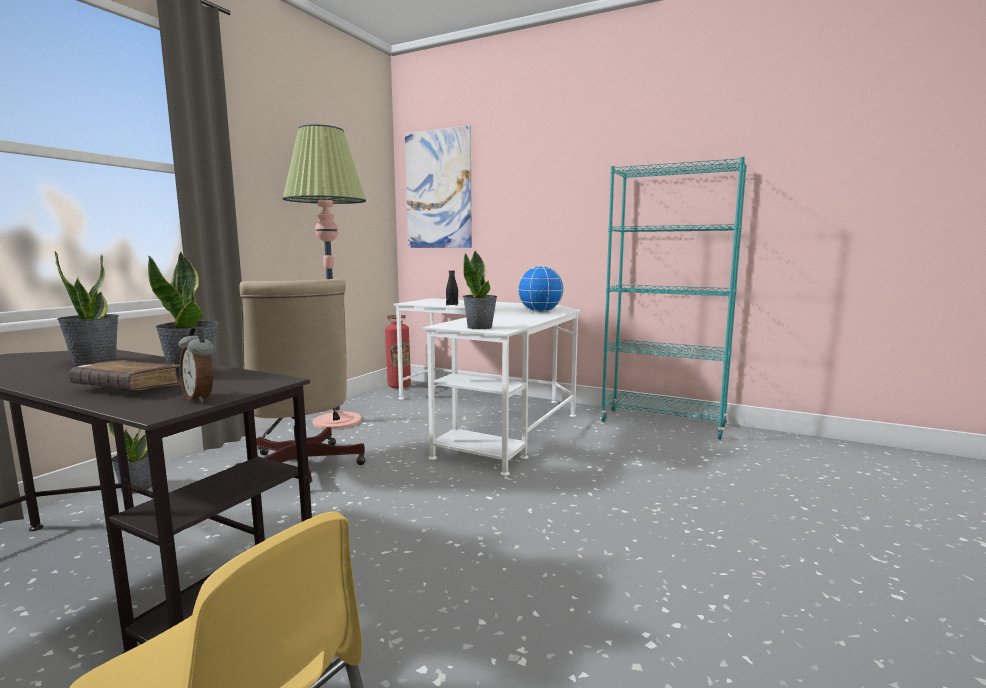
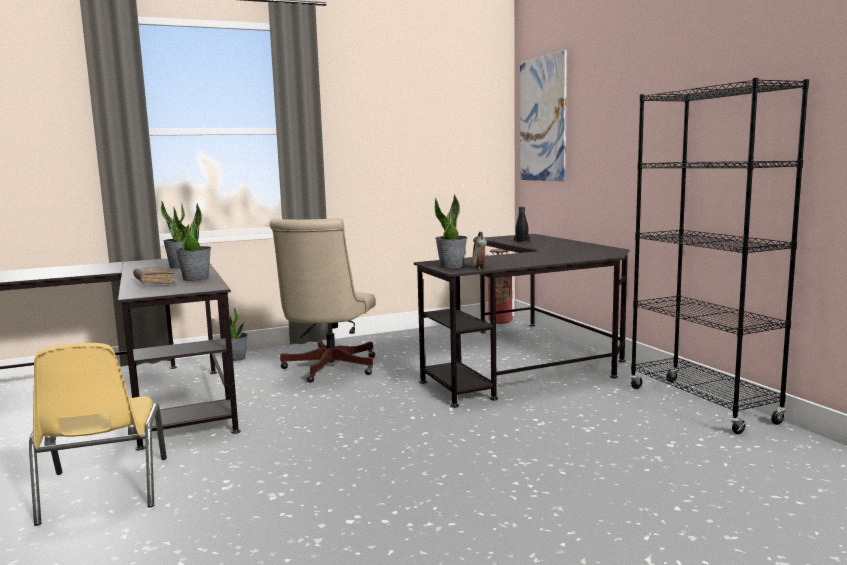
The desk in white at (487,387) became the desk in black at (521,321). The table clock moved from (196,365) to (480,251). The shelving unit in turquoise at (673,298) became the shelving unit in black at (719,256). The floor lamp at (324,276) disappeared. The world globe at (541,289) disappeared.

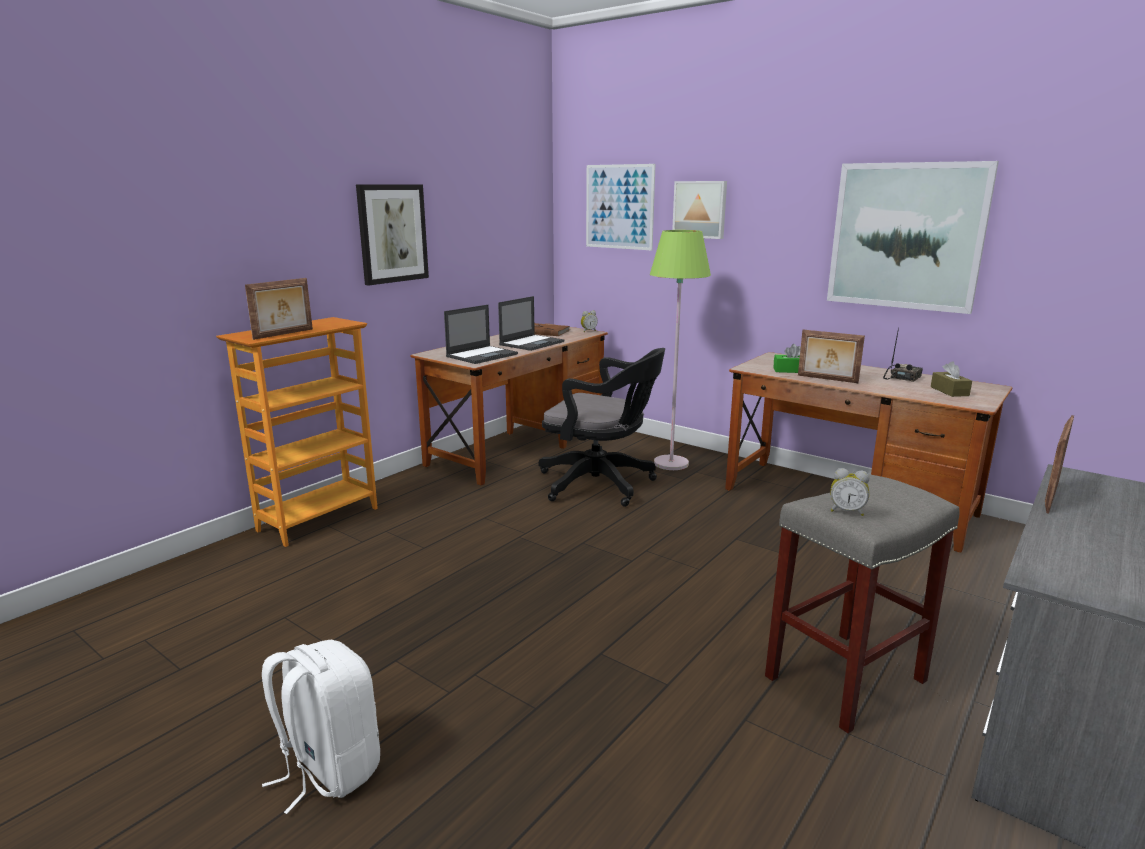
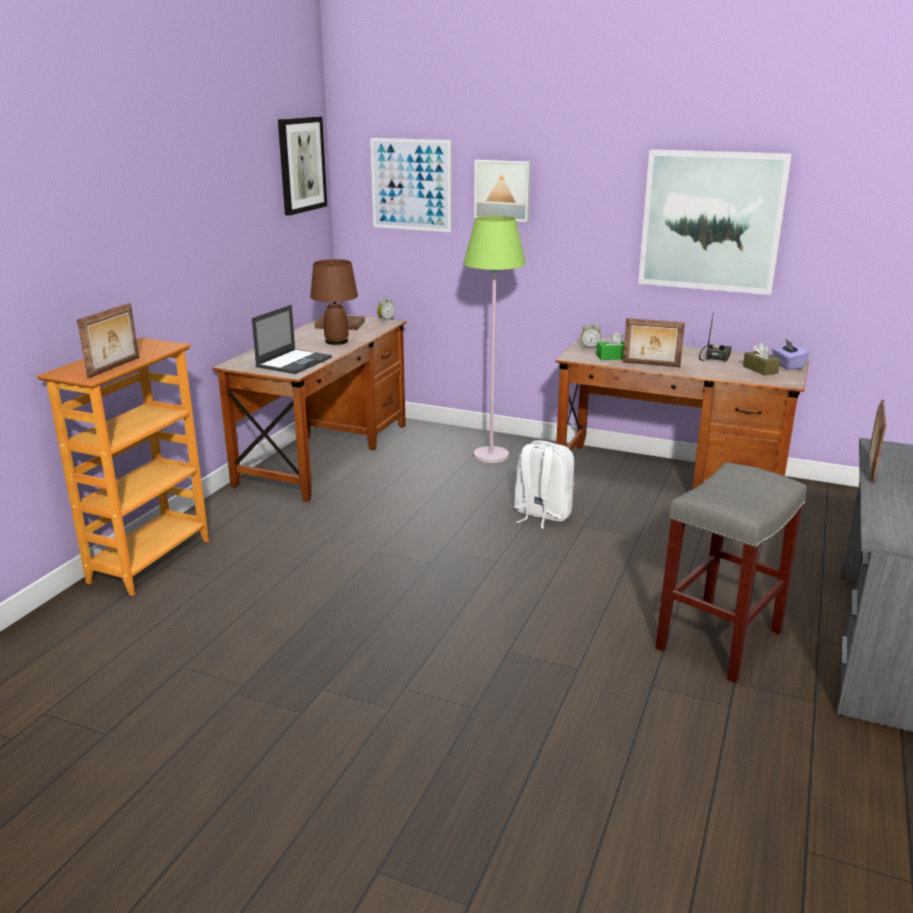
The picture moved from (392,235) to (302,166). The laptop at (531,323) was replaced by the tabletop lamp in brown-coloured at (334,302). The knapsack in white moved from (321,727) to (544,484). The table clock moved from (850,492) to (591,336). The box of tissues in purple-coloured at (790,354) appeared. The computer chair in black at (602,427) disappeared.

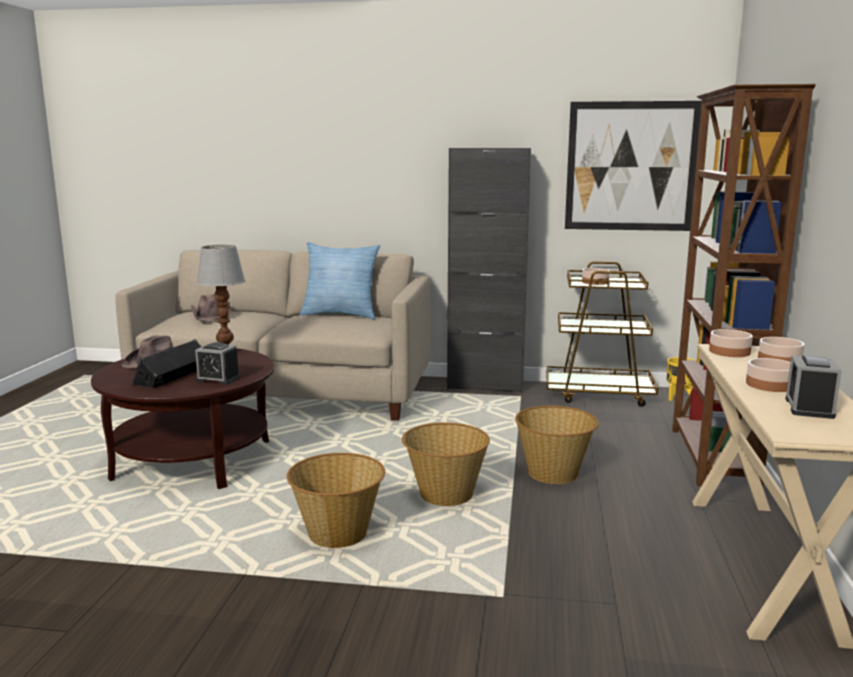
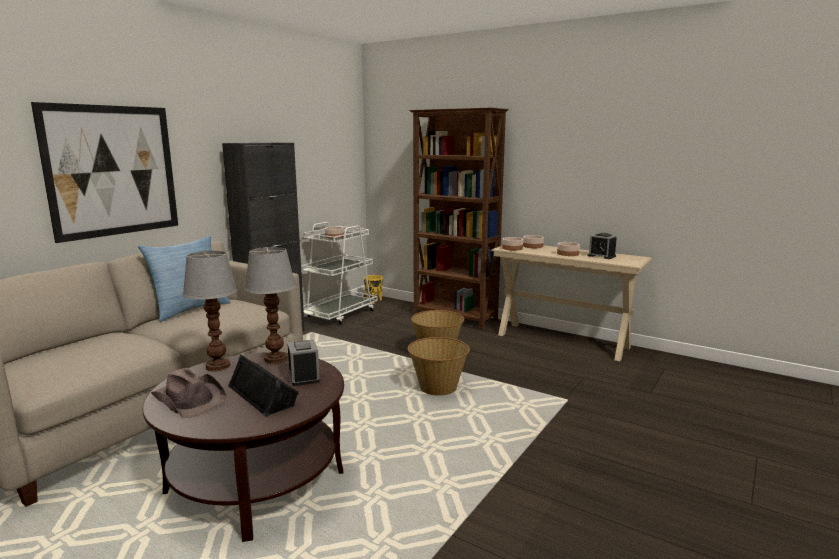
The picture moved from (633,166) to (104,172). The tabletop lamp at (270,305) appeared. The table clock at (217,363) turned 60 degrees counterclockwise. The trolley in brown-coloured at (602,334) became the trolley in white at (339,273). The wearable hat in brown-coloured at (211,307) disappeared. The basket at (335,500) disappeared.

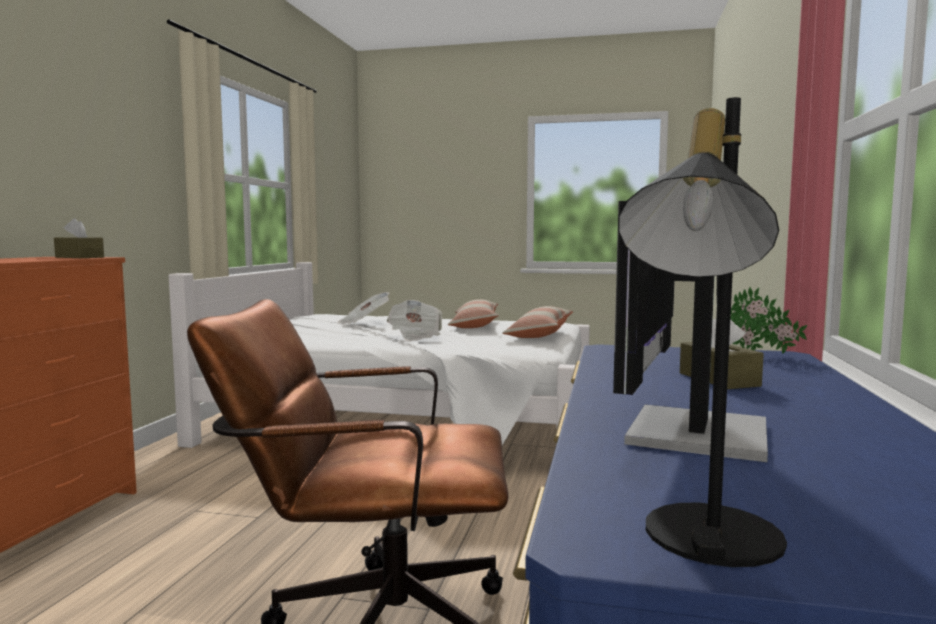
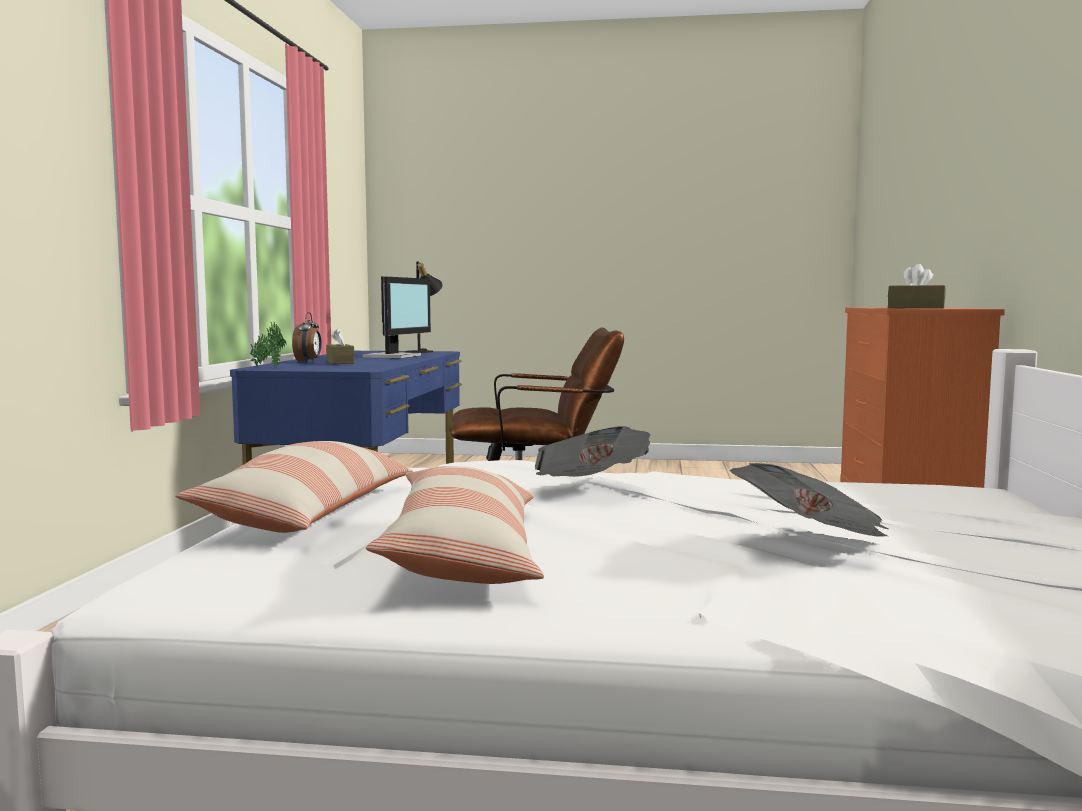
The table clock at (307,337) appeared.

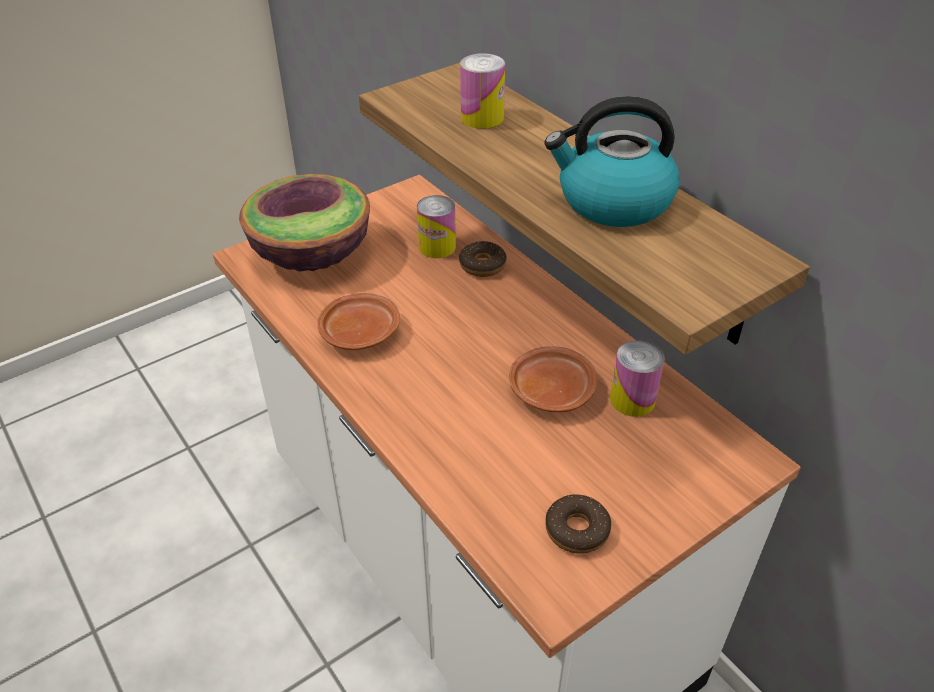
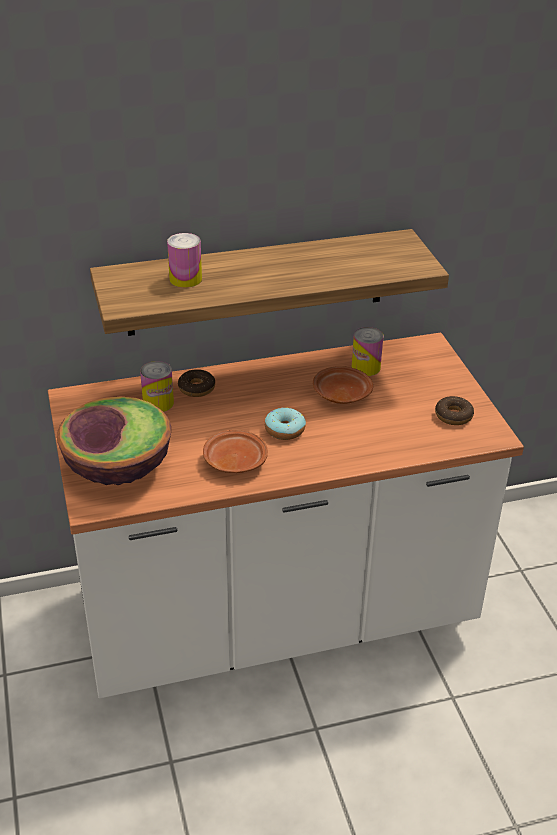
The donut at (285,423) appeared. The kettle at (611,161) disappeared.

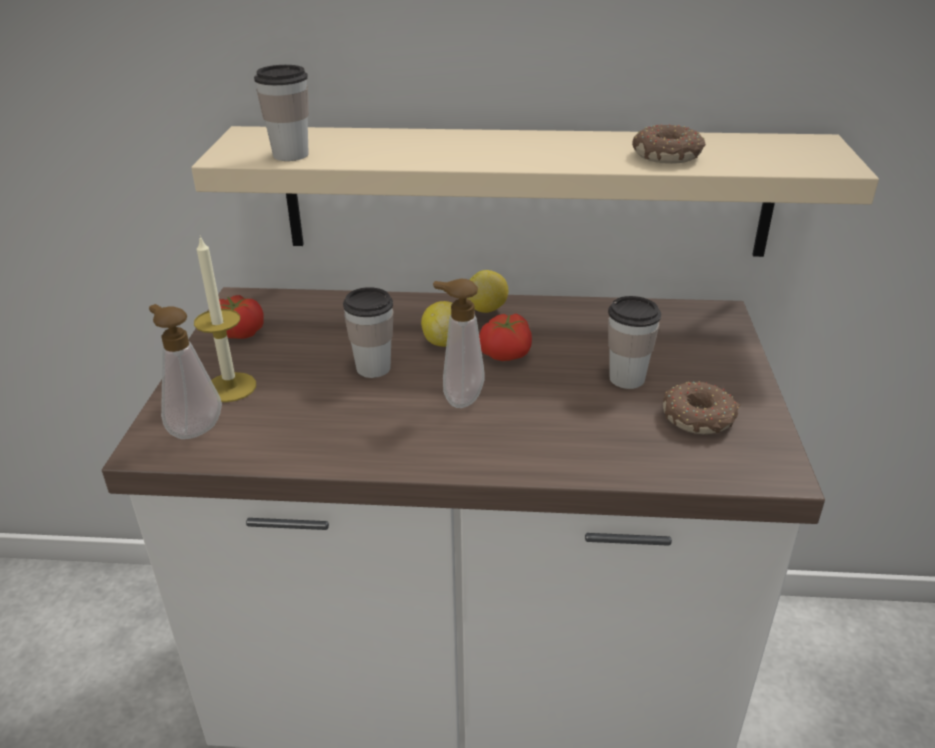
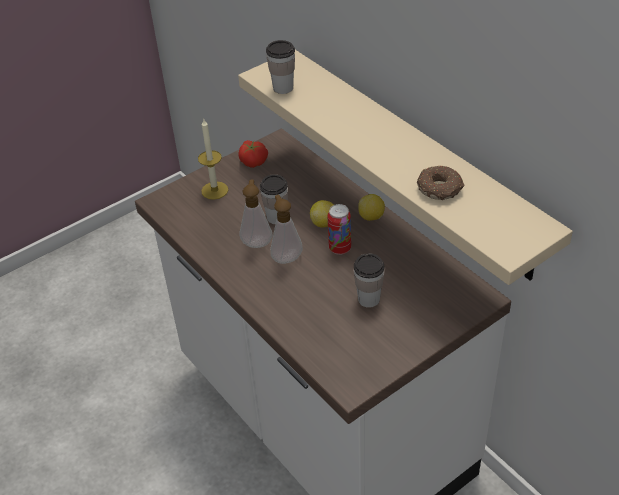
The soap bottle moved from (185,371) to (256,214). The tomato at (505,337) was replaced by the sealed can at (339,229). The donut at (701,408) disappeared.

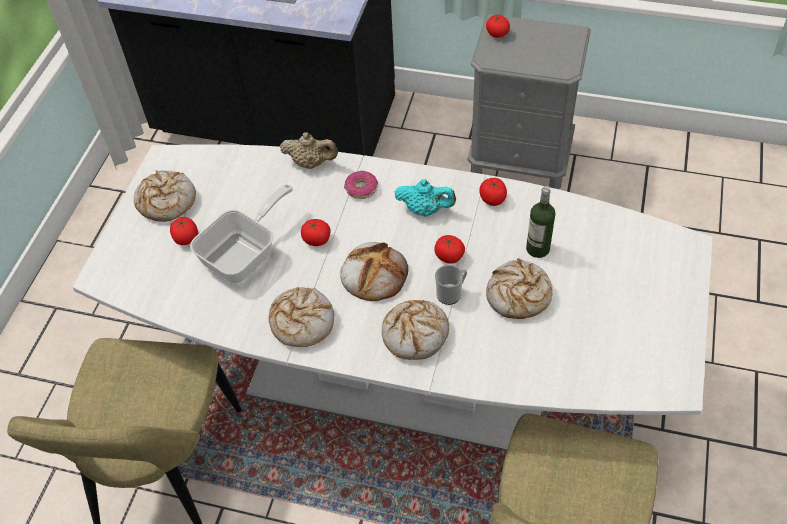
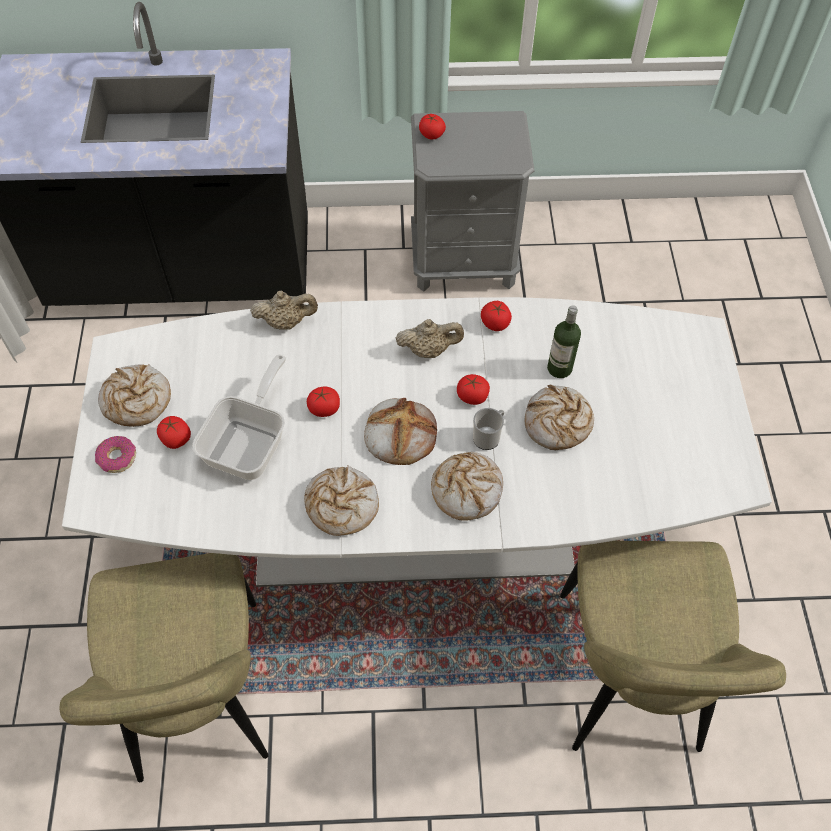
The donut moved from (361,185) to (115,454). The teapot in turquoise at (425,198) became the teapot in beige-coloured at (430,338).

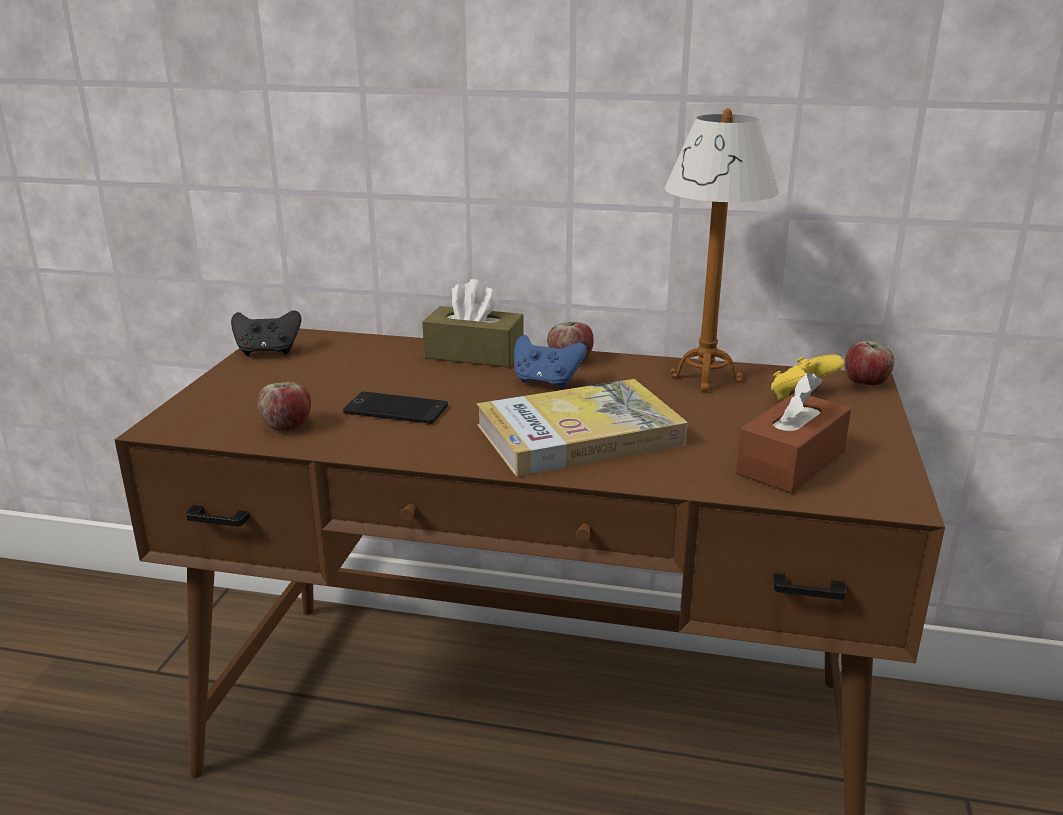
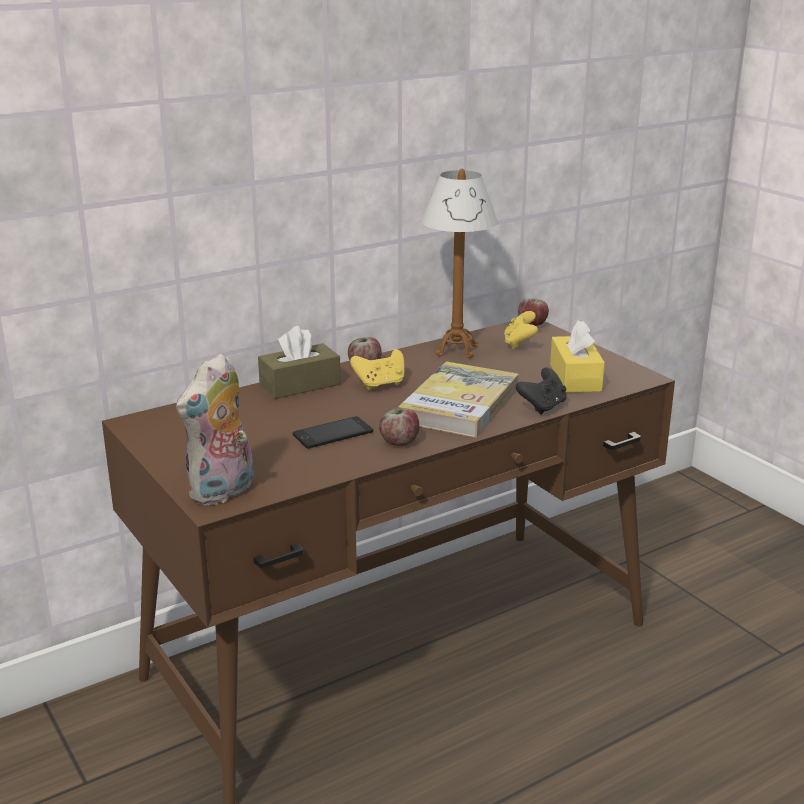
The soft toy at (215,429) appeared. The joypad in bluish at (550,362) became the joypad in yellow-coloured at (377,369). The whole apple moved from (284,407) to (399,427). The joypad in black moved from (266,333) to (541,391). The box of tissues in brown-coloured at (793,433) became the box of tissues in yellow-coloured at (577,356).

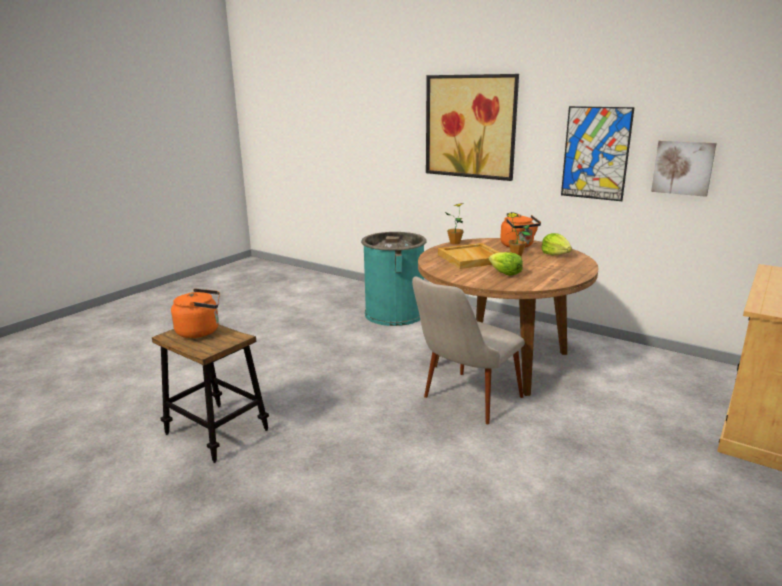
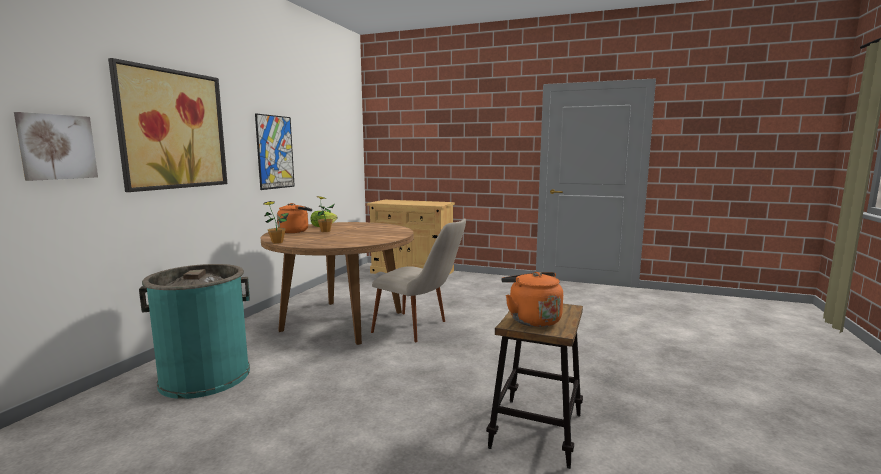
The picture moved from (684,168) to (56,146). The serving tray in beige-coloured at (468,256) disappeared. The head of lettuce at (506,264) disappeared.

